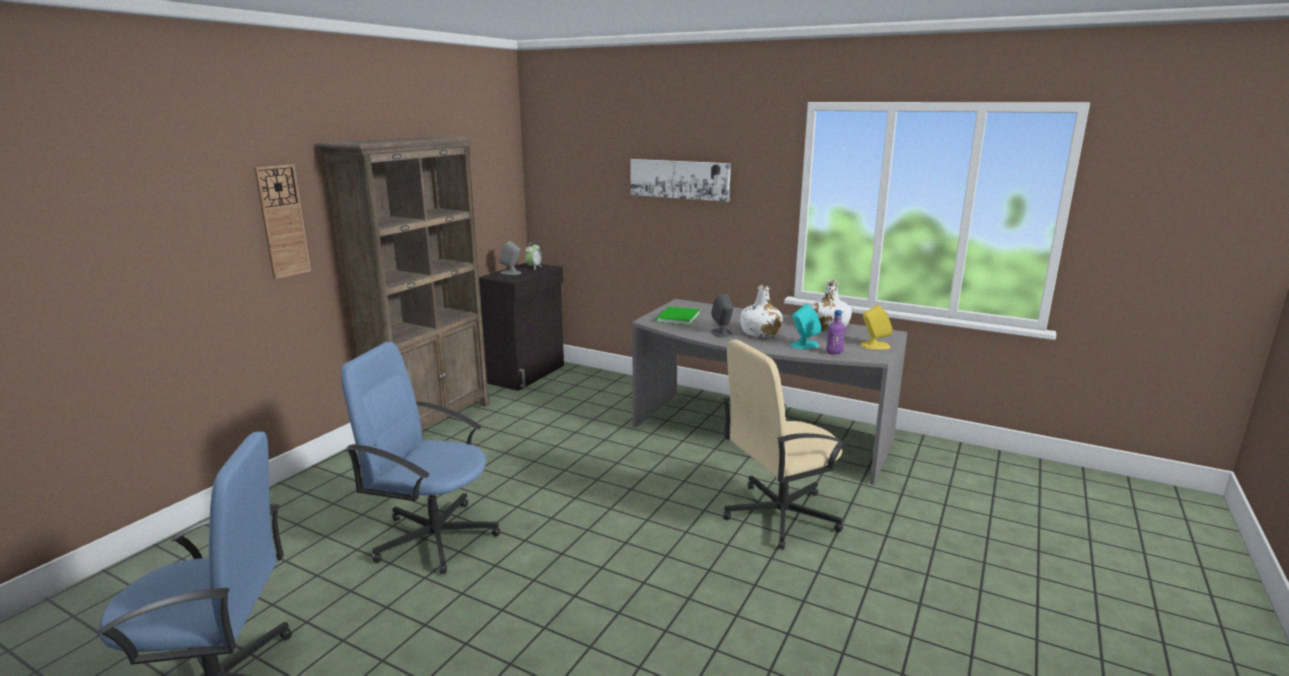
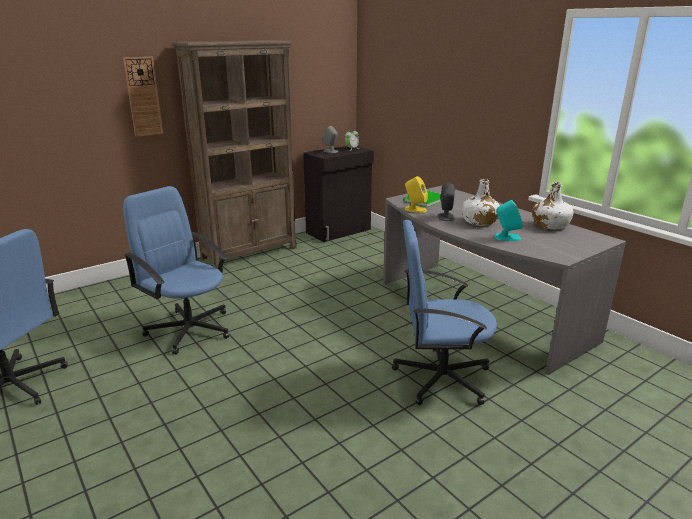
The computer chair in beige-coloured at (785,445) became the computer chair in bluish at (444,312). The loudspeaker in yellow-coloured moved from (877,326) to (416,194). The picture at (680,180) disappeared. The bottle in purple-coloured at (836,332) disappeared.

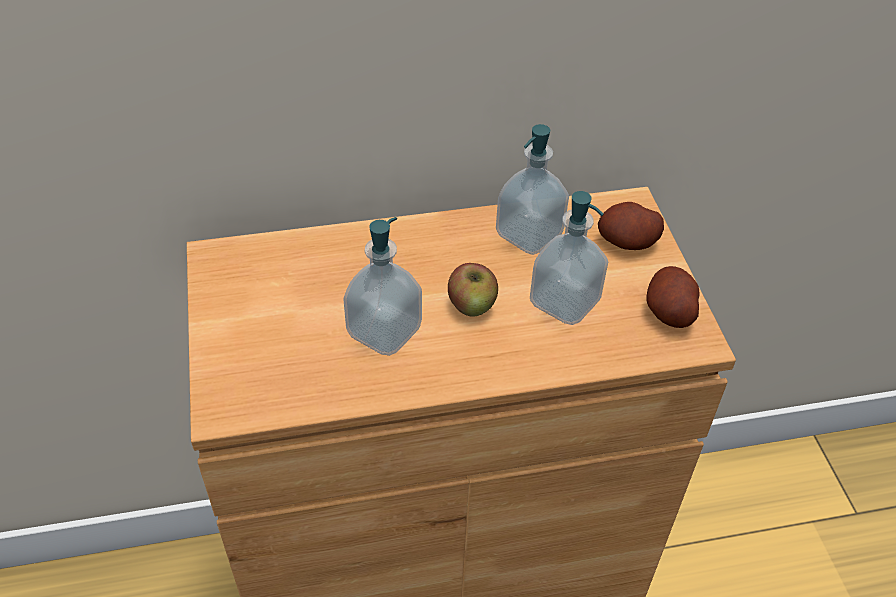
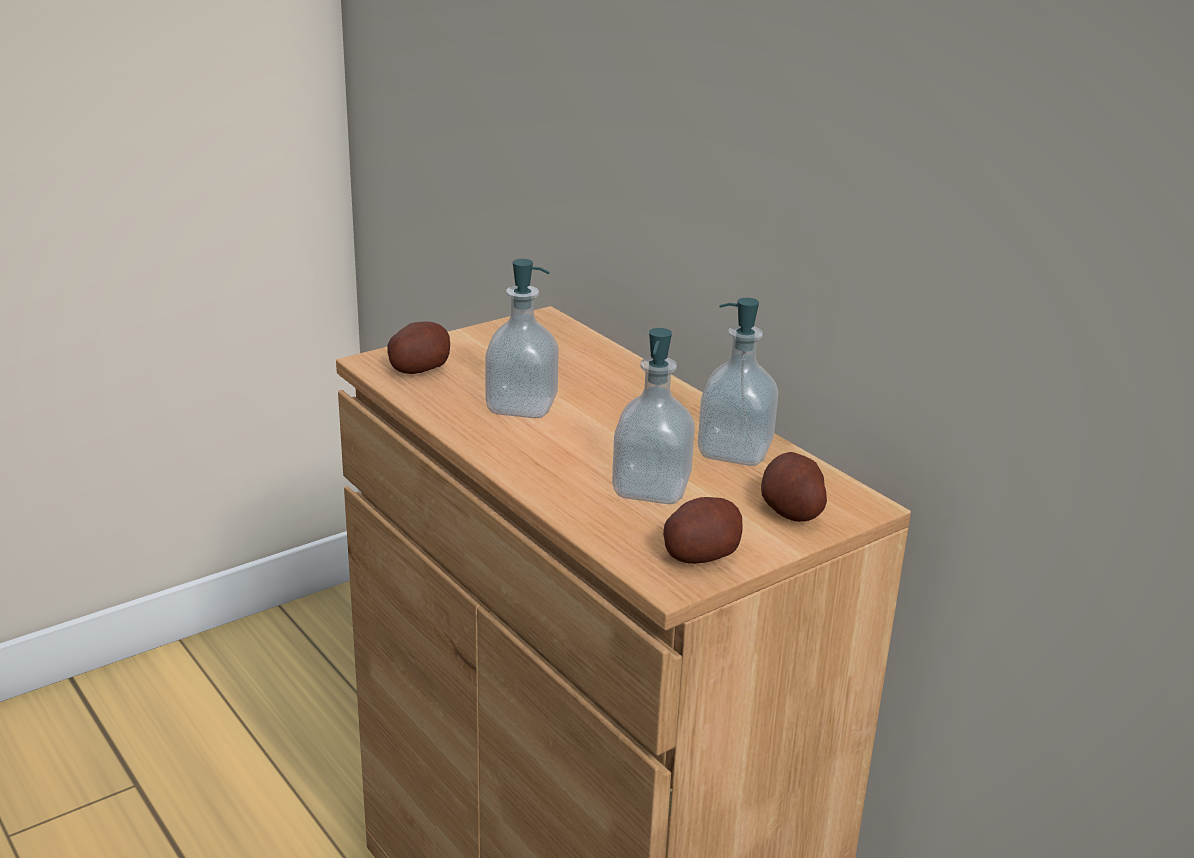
The spud at (418,348) appeared. The whole apple at (473,290) disappeared.

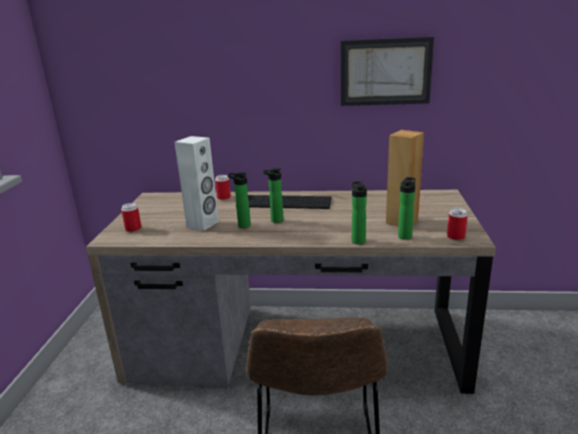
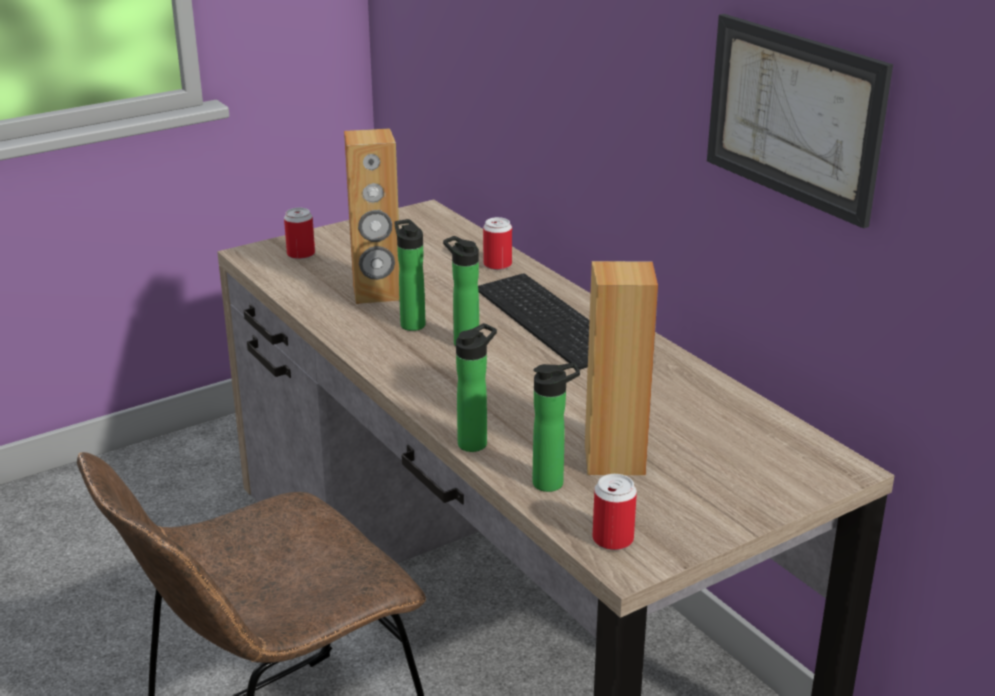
The loudspeaker in white at (197,183) became the loudspeaker in brown-coloured at (372,216).

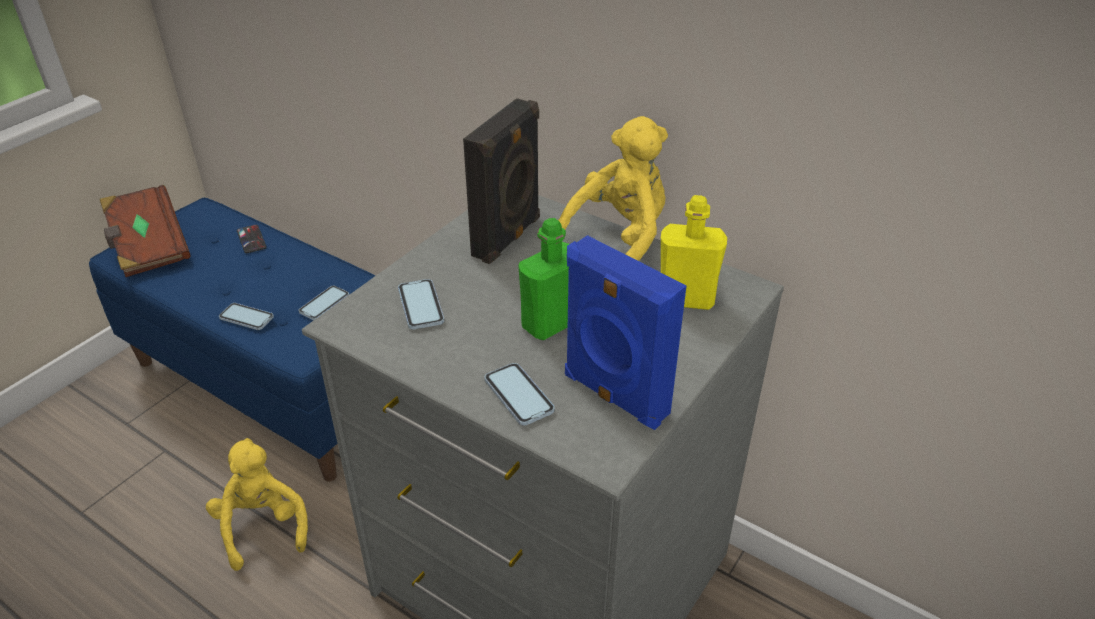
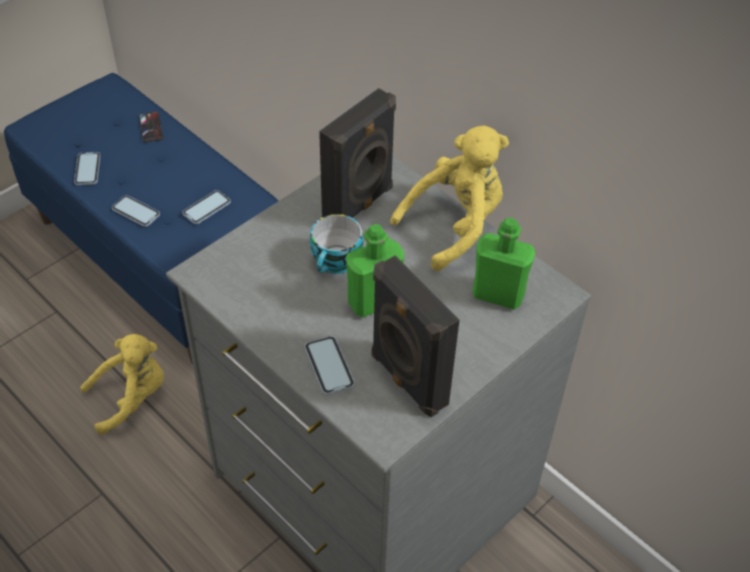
The handset moved from (421,304) to (87,168). The soft toy in yellow-coloured at (257,504) turned 75 degrees clockwise. The drinking cup at (336,244) appeared. The loudspeaker in bluish at (625,332) became the loudspeaker in black at (415,336). The bottle in yellow-coloured at (694,252) became the bottle in green at (504,263). The bound book in brown-coloured at (145,231) disappeared.

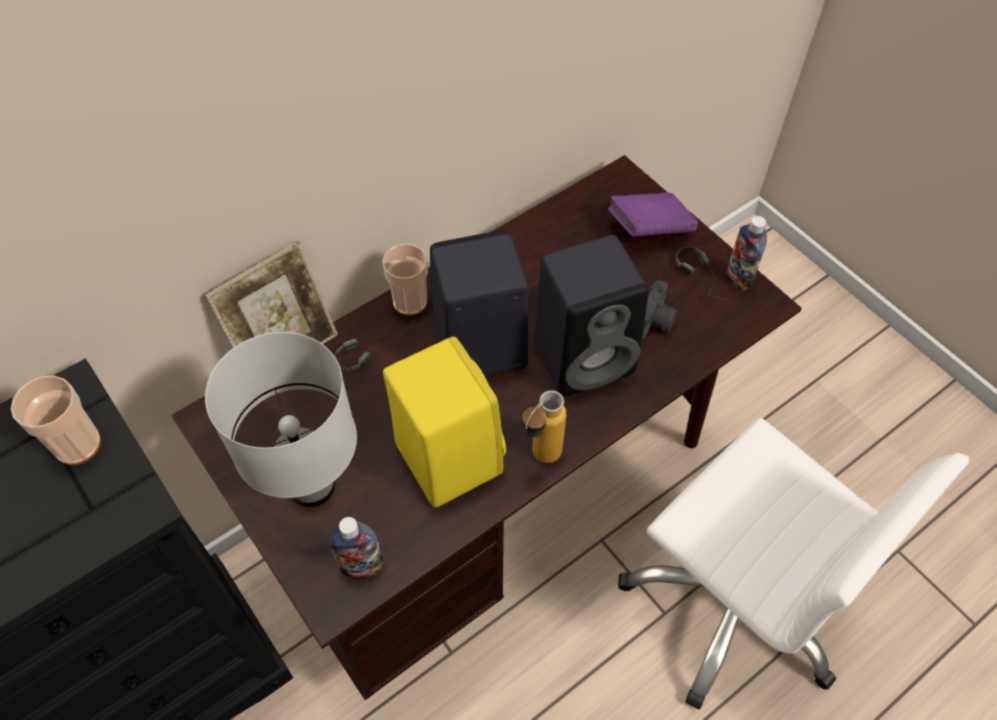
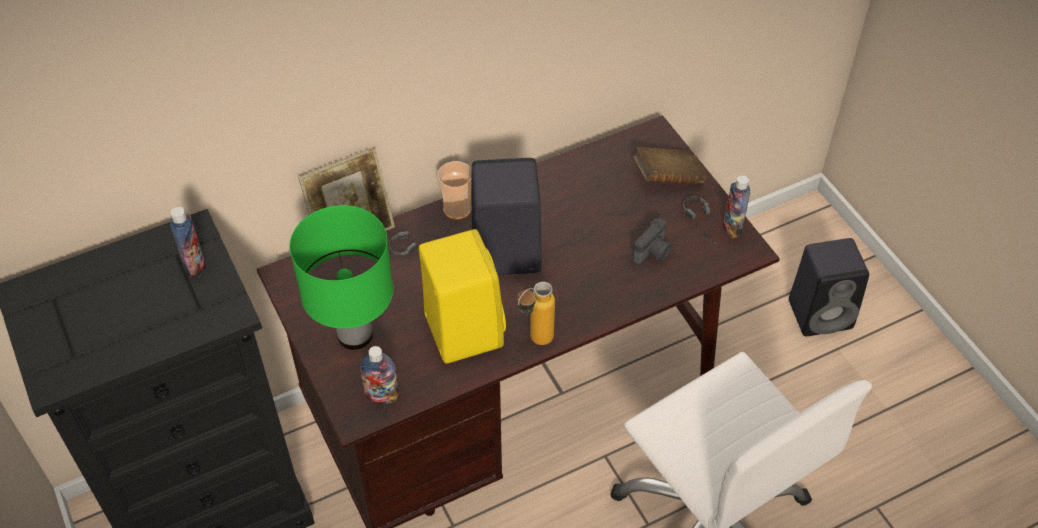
The drinking cup at (56,420) was replaced by the bottle at (187,242). The tabletop lamp in white at (281,419) became the tabletop lamp in green at (341,277). The bound book in purple-coloured at (653,214) became the bound book in brown-coloured at (670,166). The loudspeaker in black moved from (591,316) to (829,287).

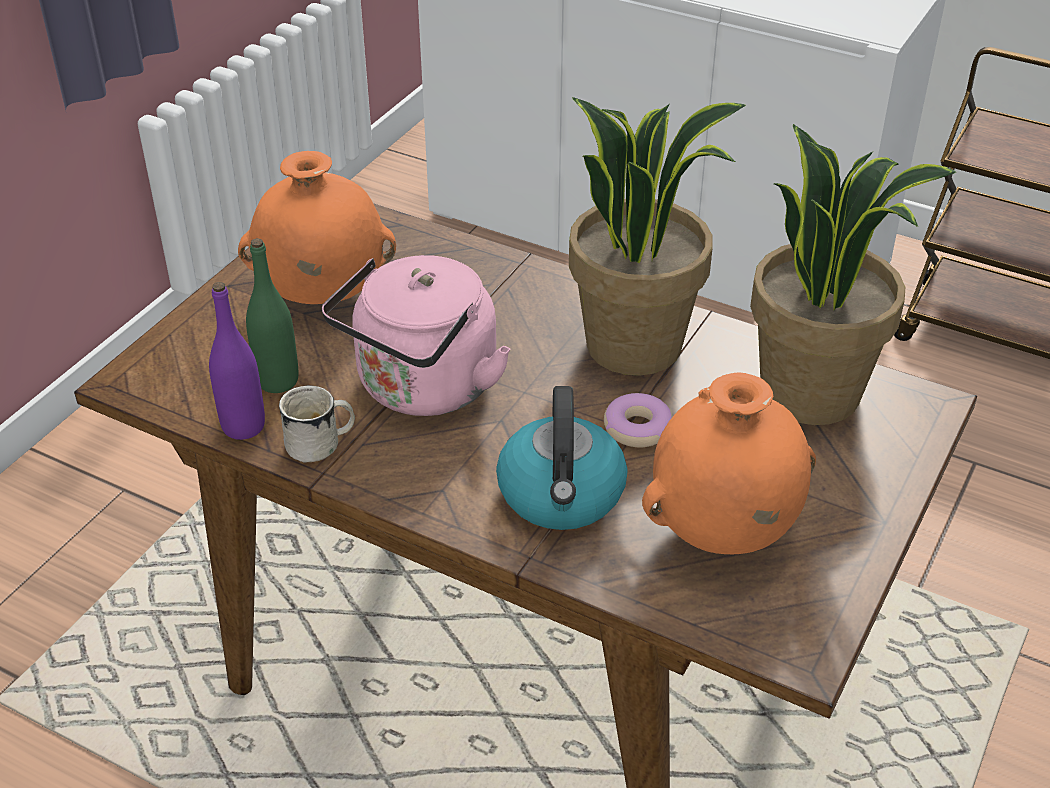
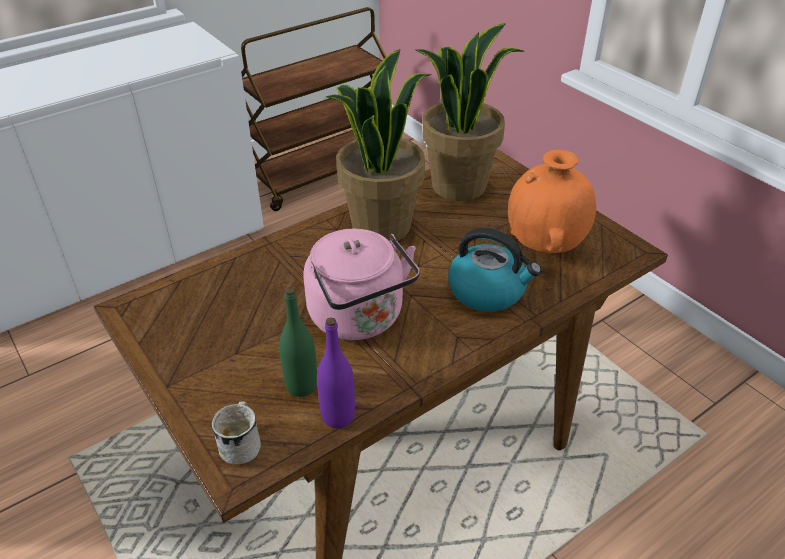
The mug in white moved from (317,424) to (236,432). The vase in orange at (317,227) disappeared. The donut at (638,420) disappeared.

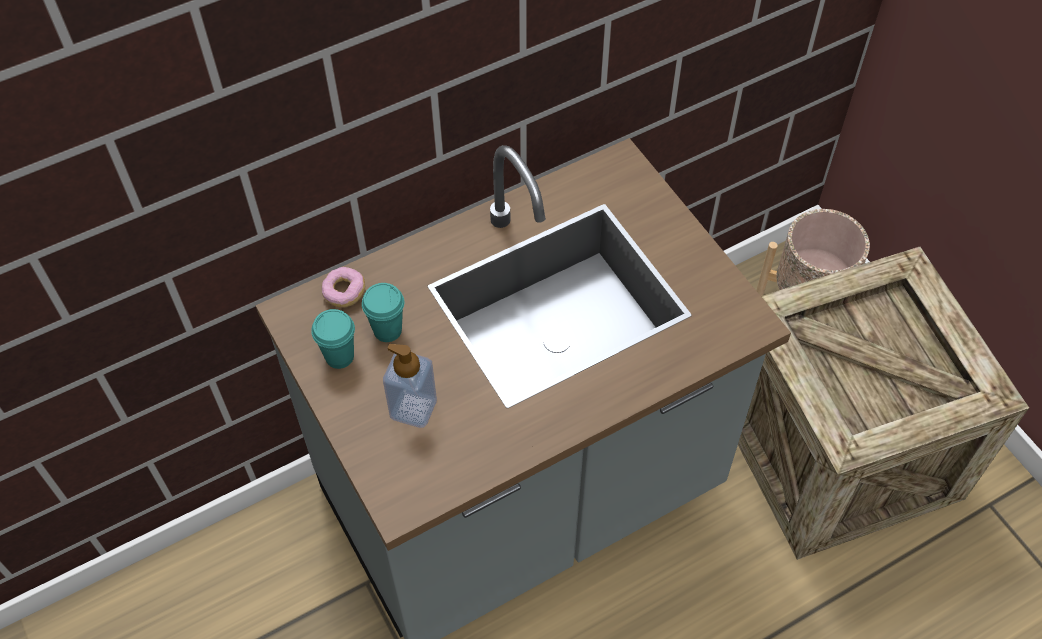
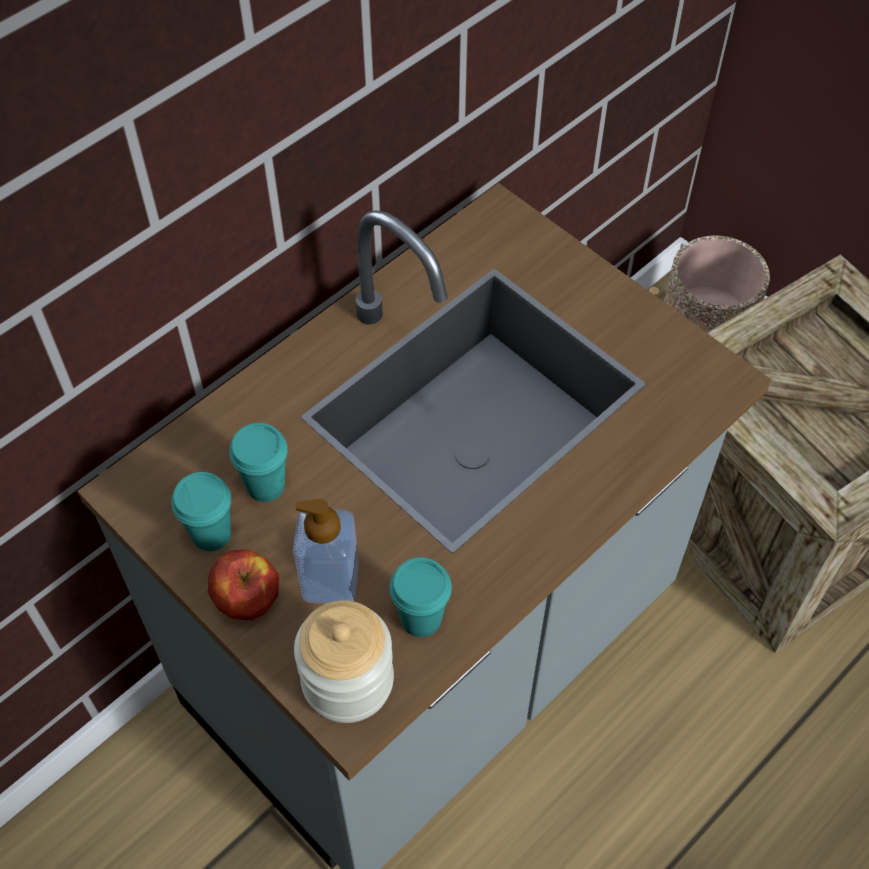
The whole apple at (243,584) appeared. The storage jar at (344,661) appeared. The drinking cup in turquoise at (421,597) appeared. The donut at (343,287) disappeared.

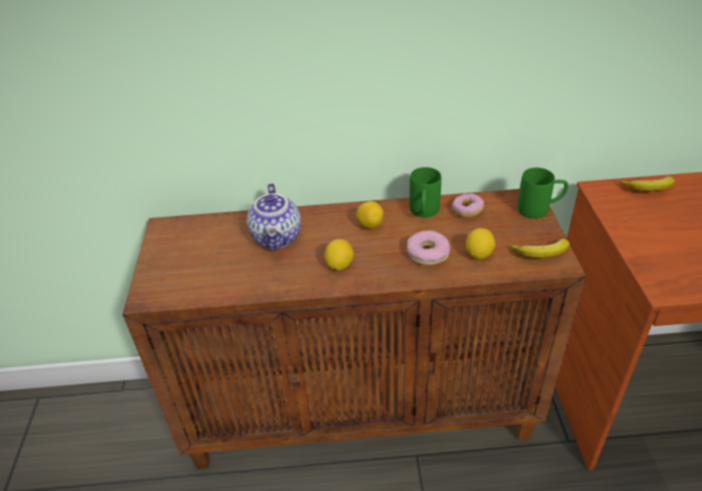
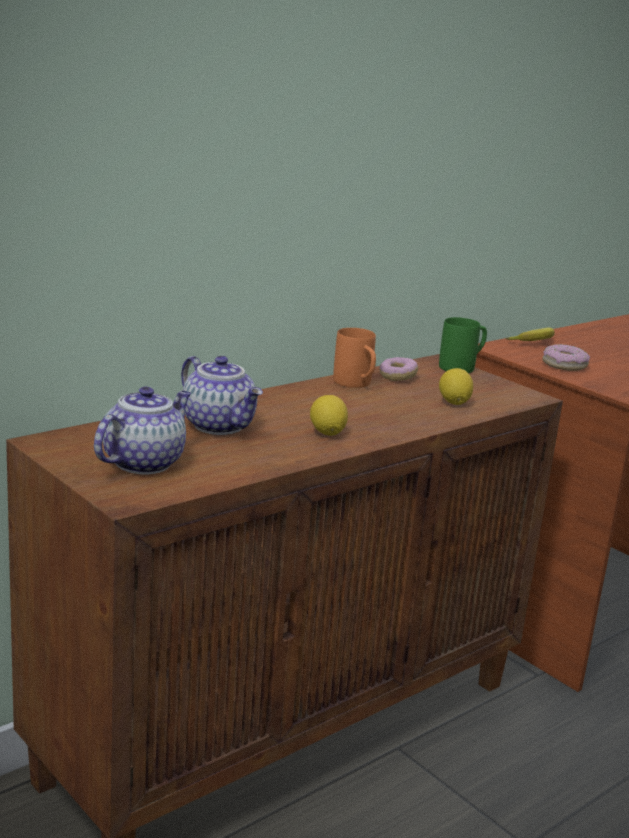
The teapot at (142,430) appeared. The mug in green at (425,192) became the mug in orange at (354,358). The donut moved from (428,247) to (566,357). The citrus fruit at (370,214) disappeared. The whole banana at (539,248) disappeared.

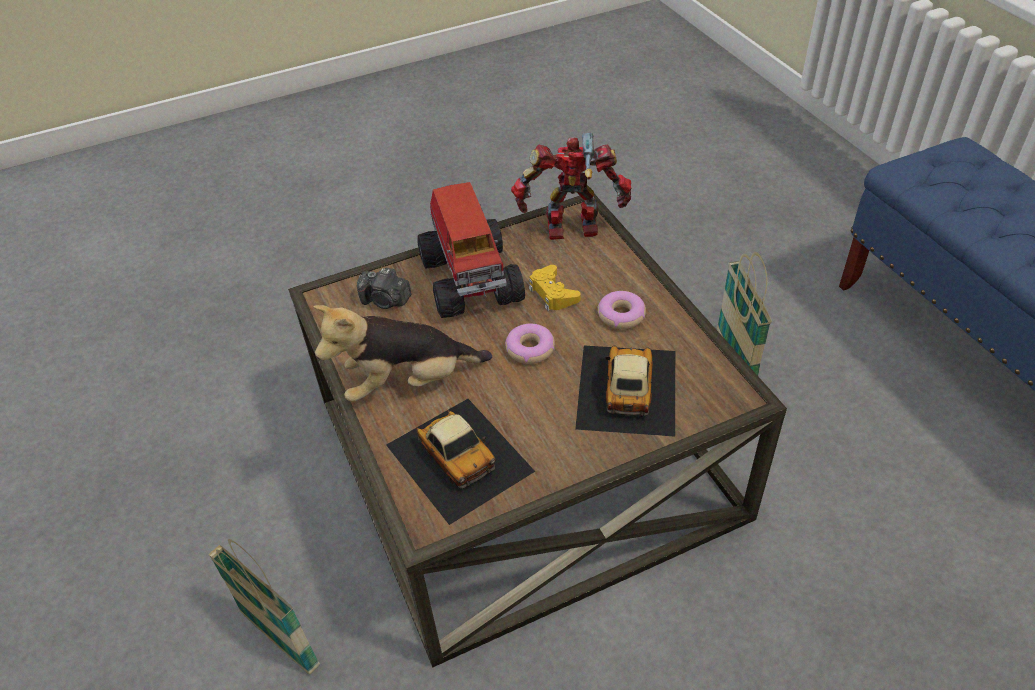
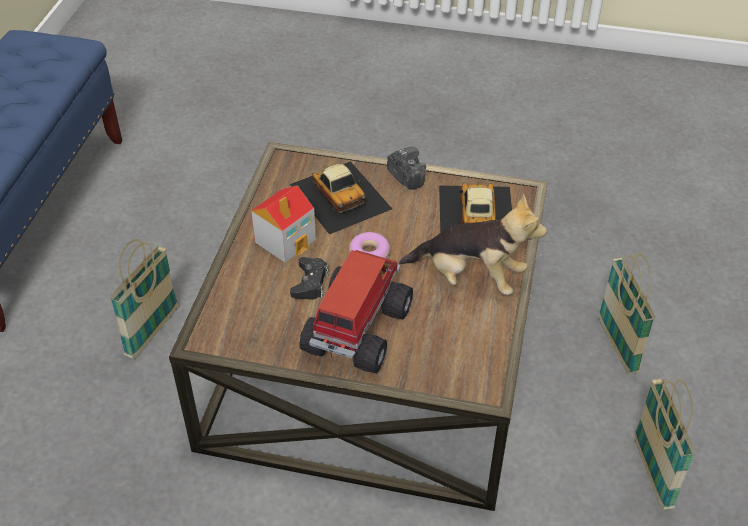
The donut at (621,310) was replaced by the toy house at (283,224). The toy car at (625,391) turned 75 degrees counterclockwise. The joypad in yellow-coloured at (554,288) became the joypad in black at (309,278). The still camera moved from (384,288) to (406,168). The basket at (665,444) appeared. The robot figure at (571,186) disappeared.

